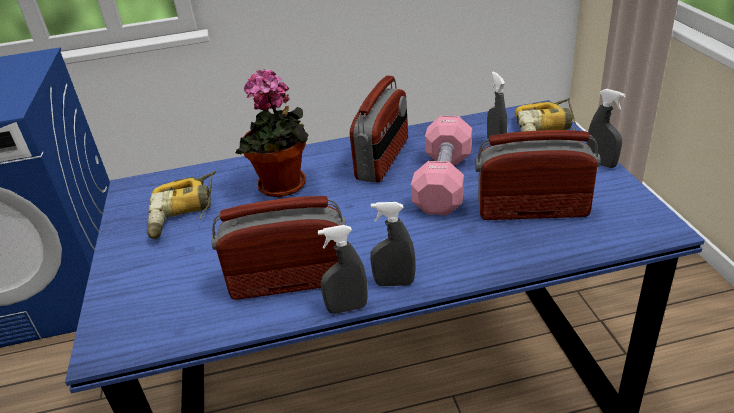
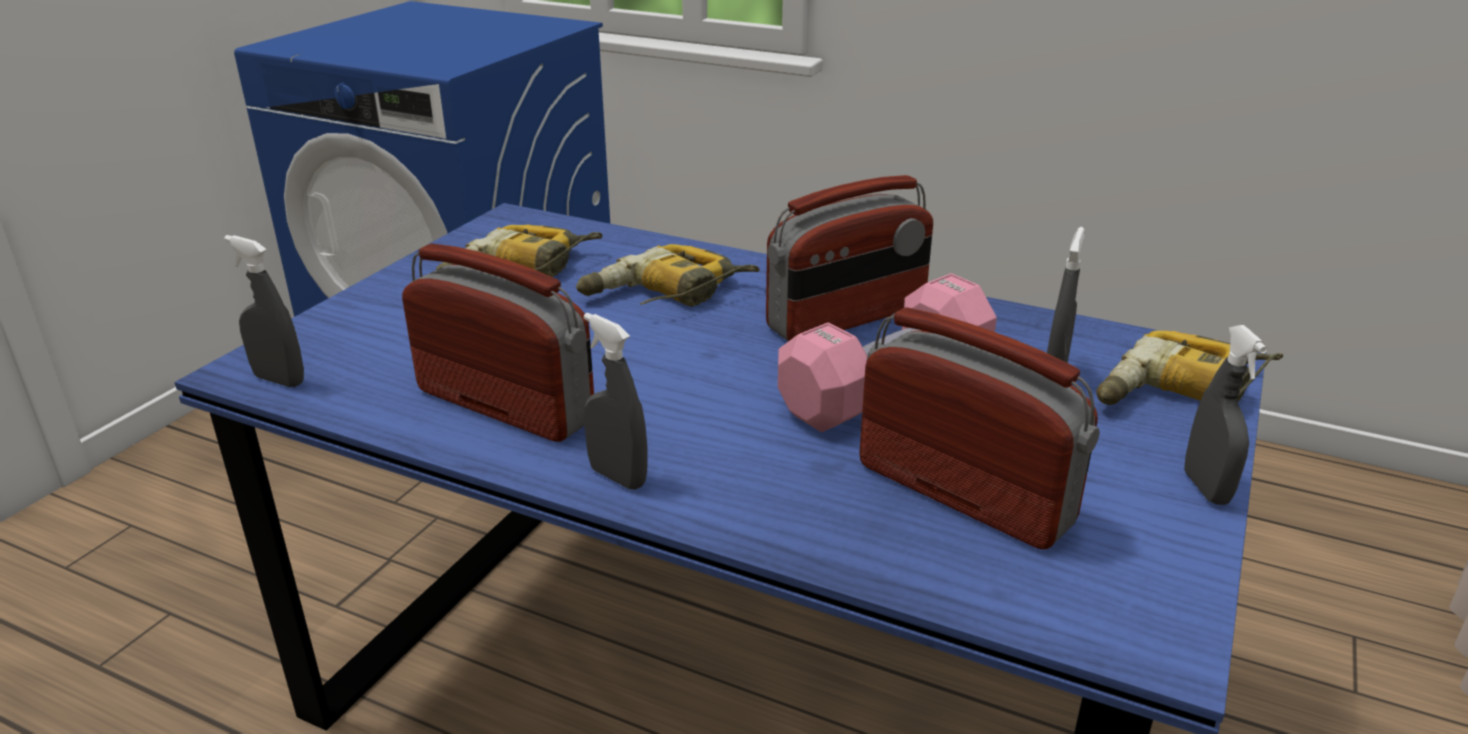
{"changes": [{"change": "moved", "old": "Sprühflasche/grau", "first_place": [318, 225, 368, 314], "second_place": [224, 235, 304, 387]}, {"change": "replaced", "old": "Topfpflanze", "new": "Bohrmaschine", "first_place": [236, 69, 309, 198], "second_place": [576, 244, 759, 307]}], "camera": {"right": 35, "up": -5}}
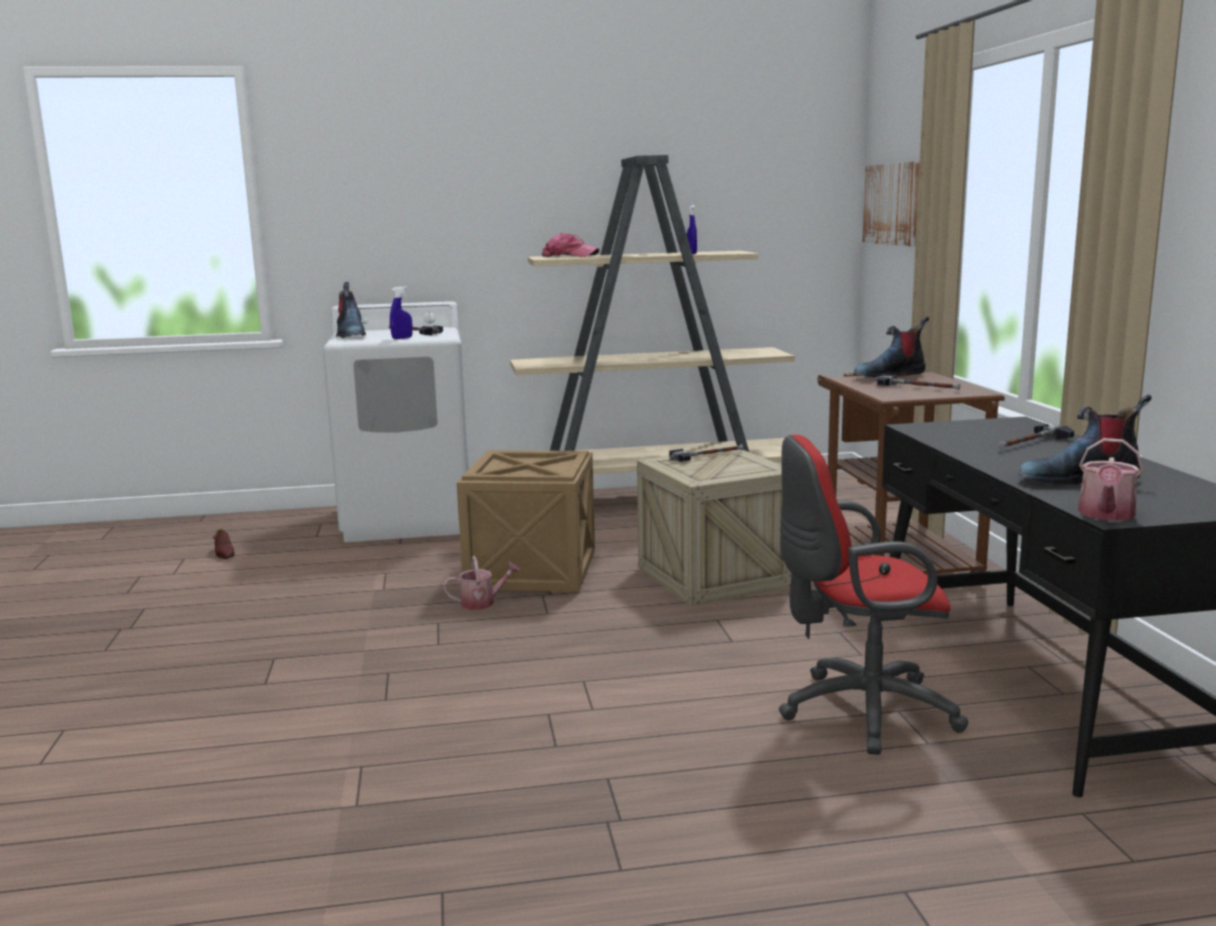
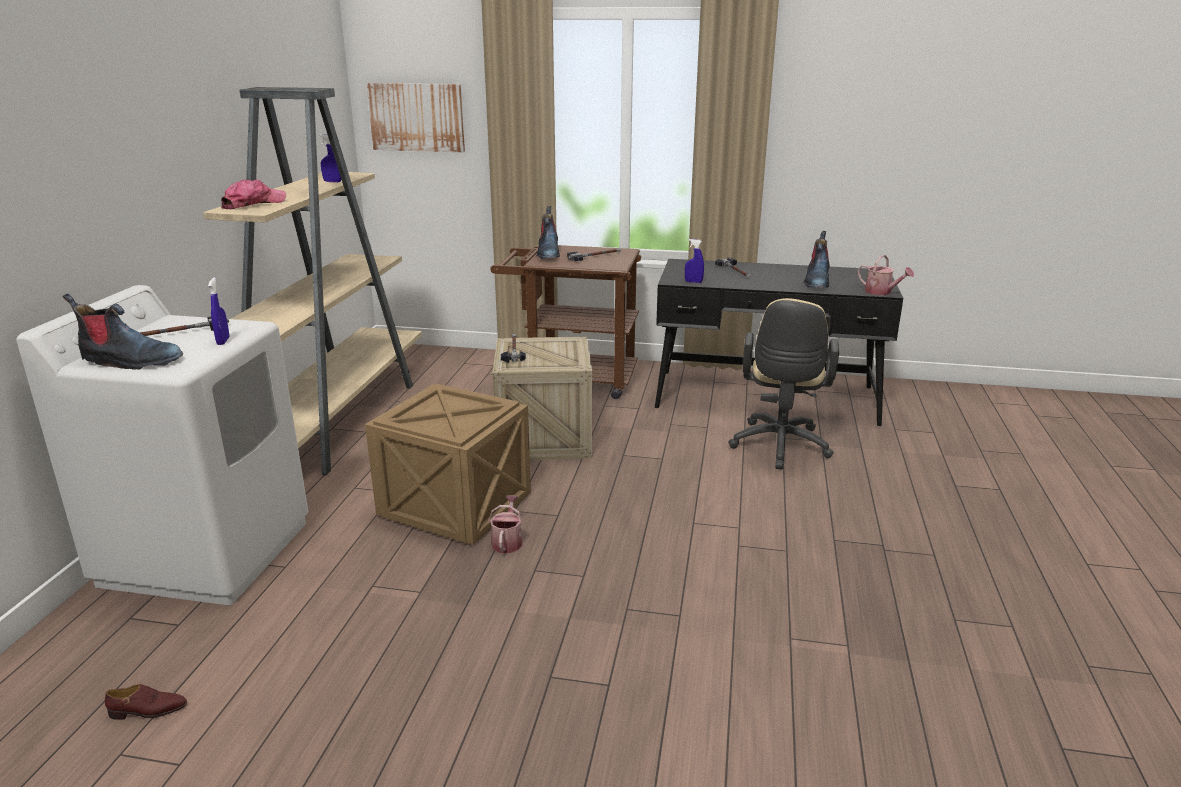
{"changes": [{"change": "added", "new": "Sprühflasche/blau", "second_place": [685, 239, 704, 283]}, {"change": "recoloured", "old": "Bürostuhl/rot", "new": "Bürostuhl/beige", "first_place": [779, 435, 968, 755], "second_place": [728, 298, 839, 470]}], "camera": {"right": -70, "up": 10}}
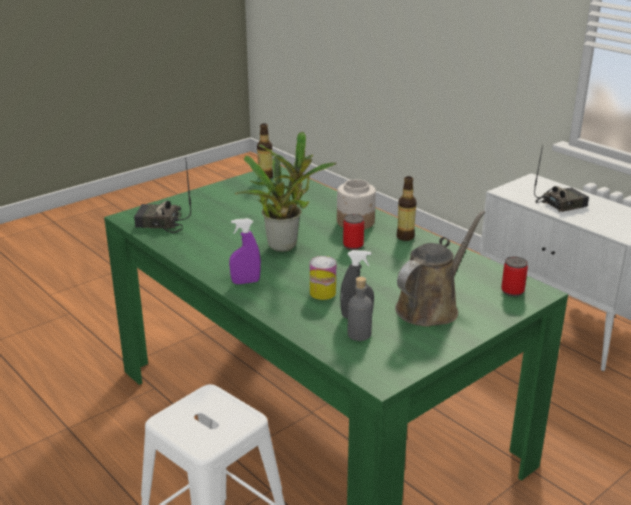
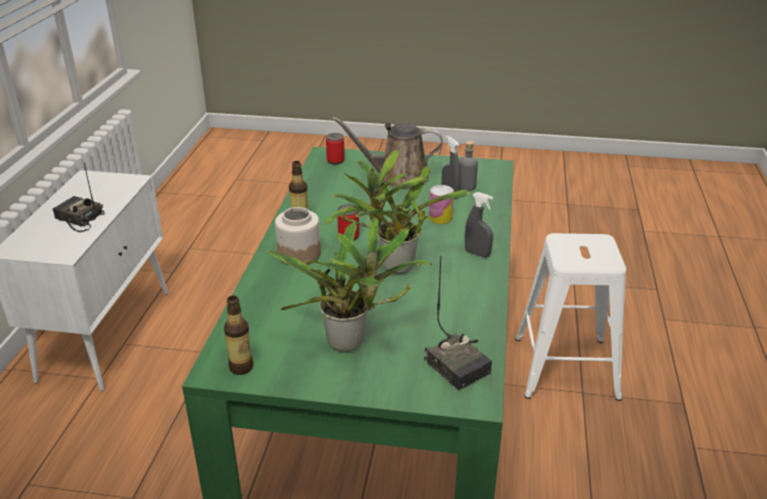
{"changes": [{"change": "added", "new": "Topfpflanze", "second_place": [266, 218, 433, 352]}, {"change": "recoloured", "old": "Sprühflasche/lila", "new": "Sprühflasche/grau", "first_place": [229, 218, 261, 284], "second_place": [465, 192, 493, 258]}], "camera": {"right": -130, "up": 5}}
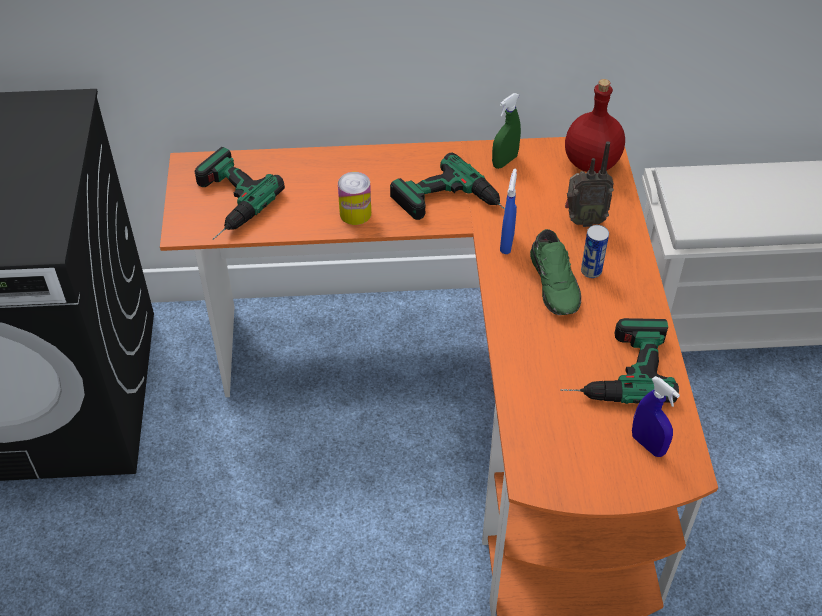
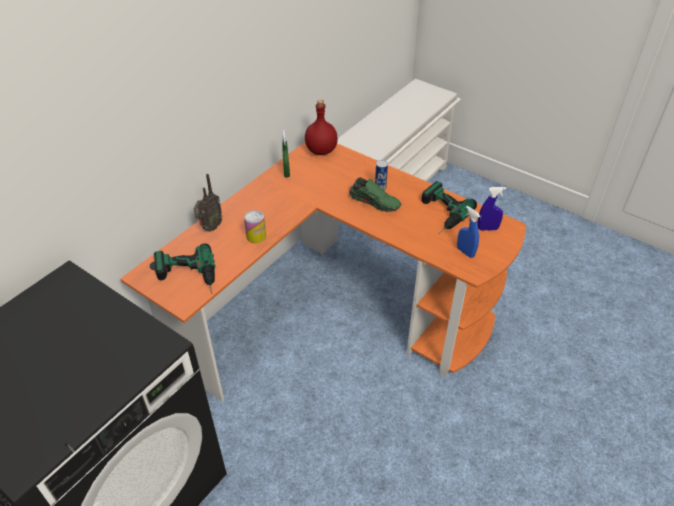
{"changes": [{"change": "moved", "old": "Radio", "first_place": [565, 141, 614, 227], "second_place": [194, 174, 223, 232]}, {"change": "moved", "old": "Sprühflasche/blau", "first_place": [500, 169, 517, 254], "second_place": [457, 206, 480, 258]}, {"change": "removed", "old": "Bohrmaschine", "first_place": [390, 152, 505, 220]}], "camera": {"right": -50, "up": -5}}
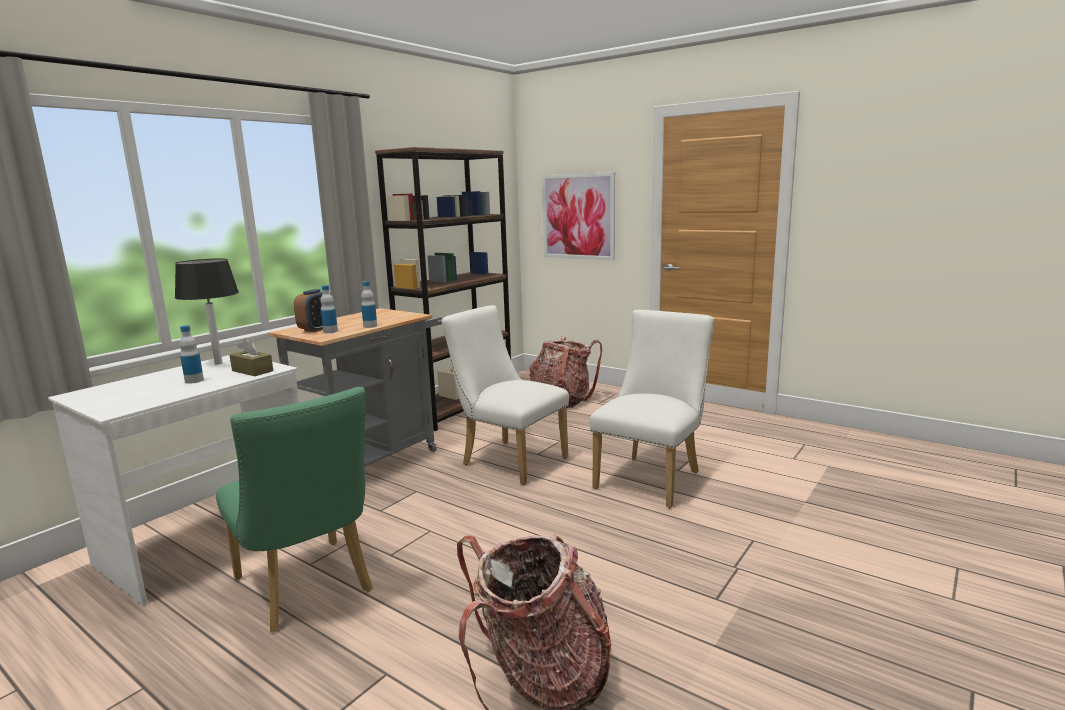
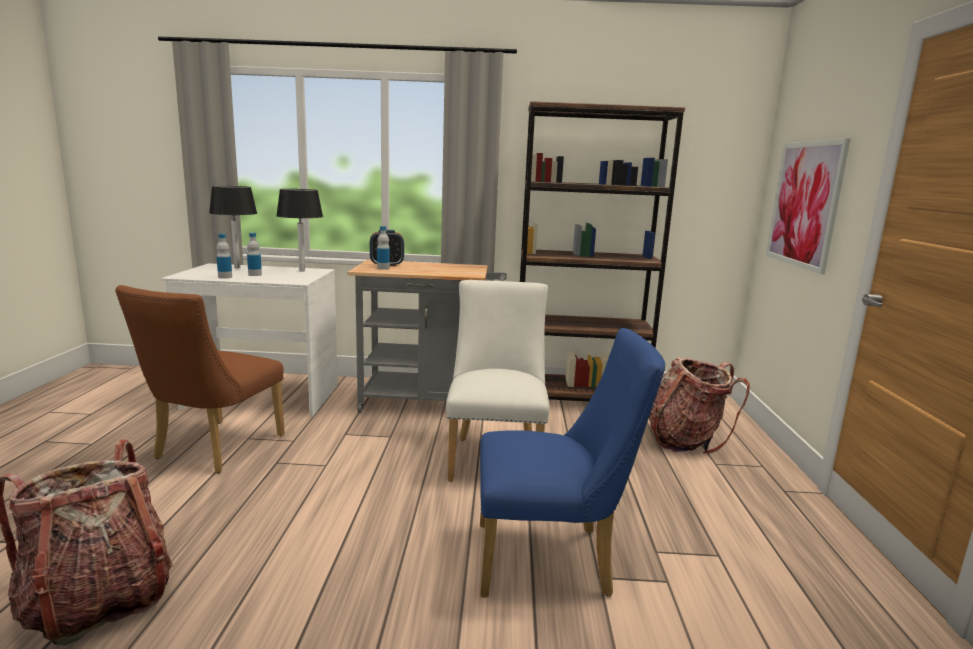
{"changes": [{"change": "recoloured", "old": "Stuhl/grün", "new": "Stuhl/braun", "first_place": [216, 387, 373, 632], "second_place": [115, 285, 285, 473]}, {"change": "added", "new": "Tischlampe/schwarz", "second_place": [209, 186, 257, 268]}, {"change": "moved", "old": "Flasche", "first_place": [361, 281, 377, 328], "second_place": [216, 234, 232, 279]}, {"change": "recoloured", "old": "Stuhl/weiß", "new": "Stuhl/blau", "first_place": [590, 310, 714, 508], "second_place": [480, 328, 665, 598]}, {"change": "removed", "old": "Taschentuchbox/braun", "first_place": [230, 339, 273, 376]}], "camera": {"right": 55, "up": 0}}
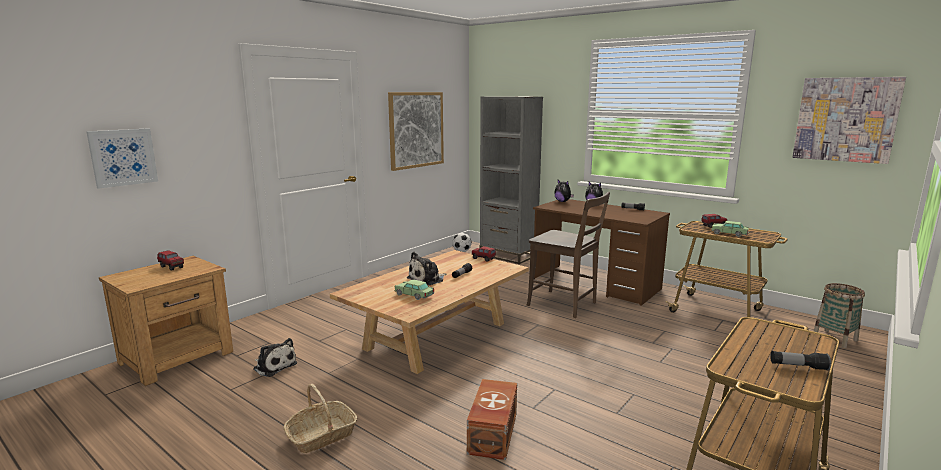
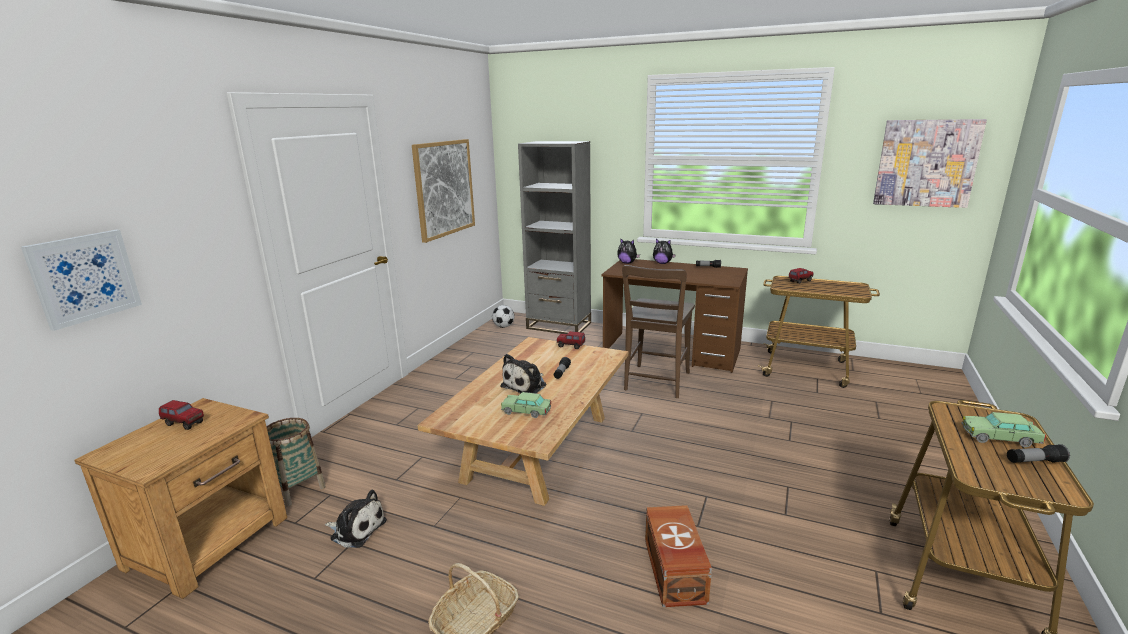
{"changes": [{"change": "moved", "old": "Korb", "first_place": [814, 283, 865, 348], "second_place": [266, 418, 326, 507]}, {"change": "turned", "old": "Stuhl/braun", "first_place": [527, 192, 610, 318], "second_place": [622, 265, 695, 398], "degrees": 90}, {"change": "moved", "old": "Spielzeugauto", "first_place": [711, 221, 749, 237], "second_place": [961, 412, 1046, 447]}], "camera": {"right": -15, "up": 5}}
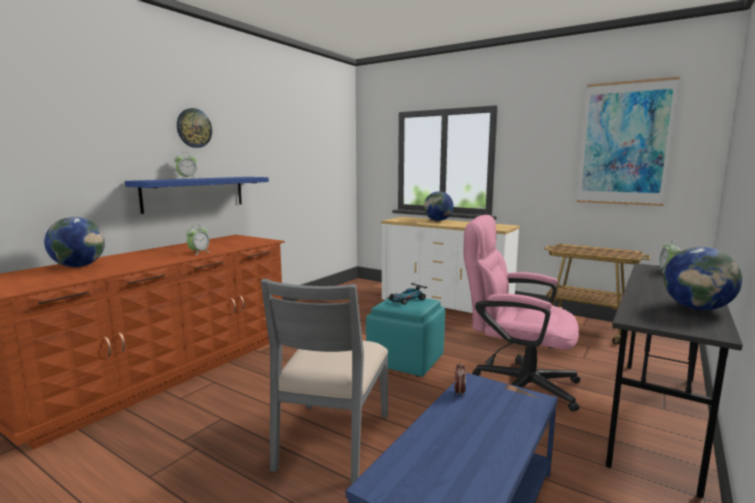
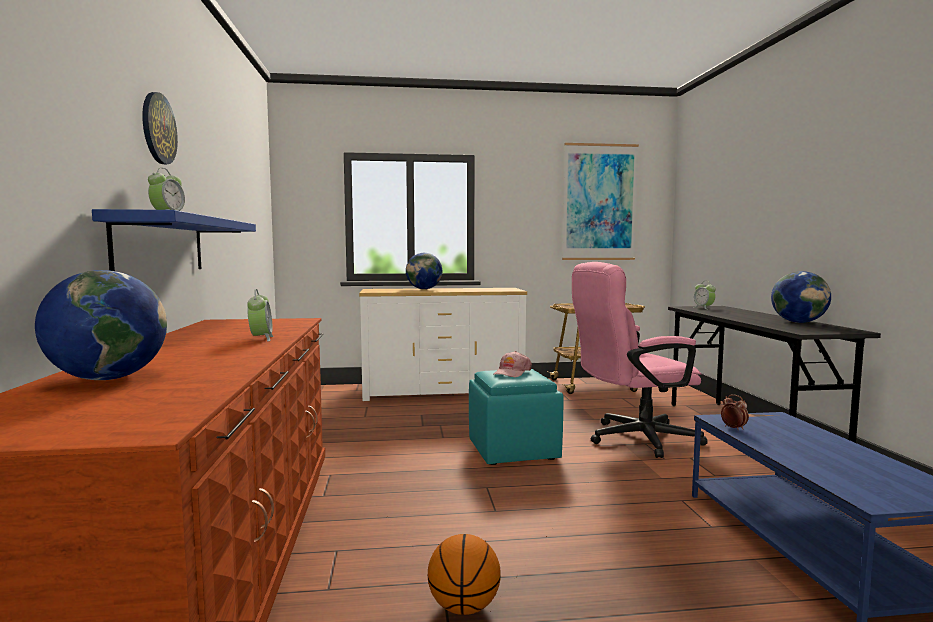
{"changes": [{"change": "added", "new": "Basketball", "second_place": [428, 534, 500, 615]}, {"change": "replaced", "old": "Spielzeugauto", "new": "Kappe/rosa", "first_place": [388, 283, 427, 305], "second_place": [493, 351, 532, 377]}, {"change": "removed", "old": "Stuhl/grau", "first_place": [261, 279, 388, 484]}], "camera": {"right": -40, "up": -5}}
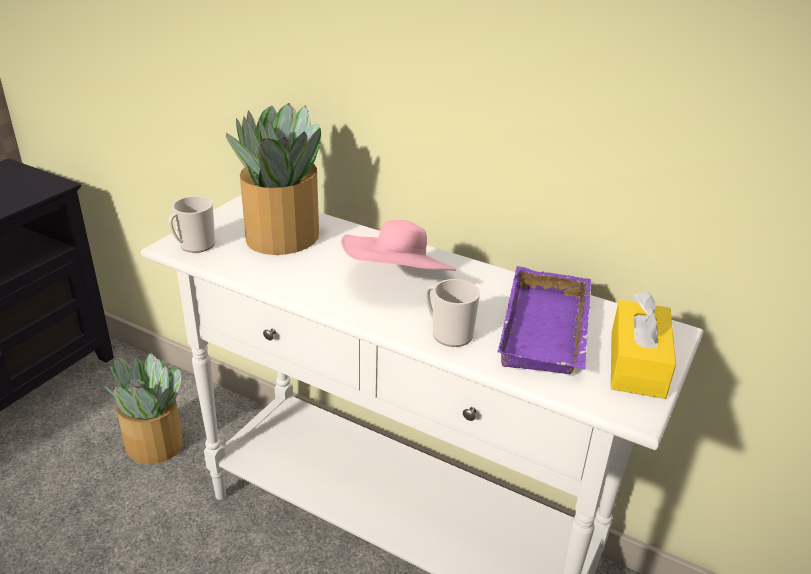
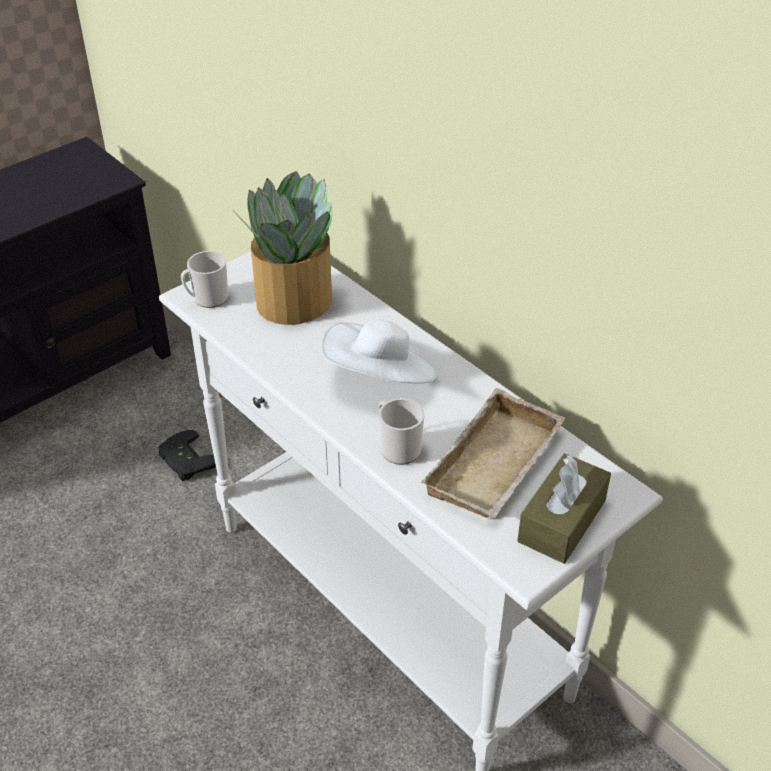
{"changes": [{"change": "replaced", "old": "Topfpflanze", "new": "Gamepad/schwarz", "first_place": [99, 353, 183, 464], "second_place": [158, 430, 216, 481]}, {"change": "recoloured", "old": "Hut/rosa", "new": "Hut/weiß", "first_place": [341, 220, 456, 271], "second_place": [321, 319, 438, 384]}, {"change": "recoloured", "old": "Tablett/lila", "new": "Tablett/beige", "first_place": [498, 266, 591, 374], "second_place": [421, 388, 565, 519]}, {"change": "recoloured", "old": "Taschentuchbox/gelb", "new": "Taschentuchbox/braun", "first_place": [611, 292, 676, 399], "second_place": [517, 453, 611, 564]}], "camera": {"right": 20, "up": 10}}
